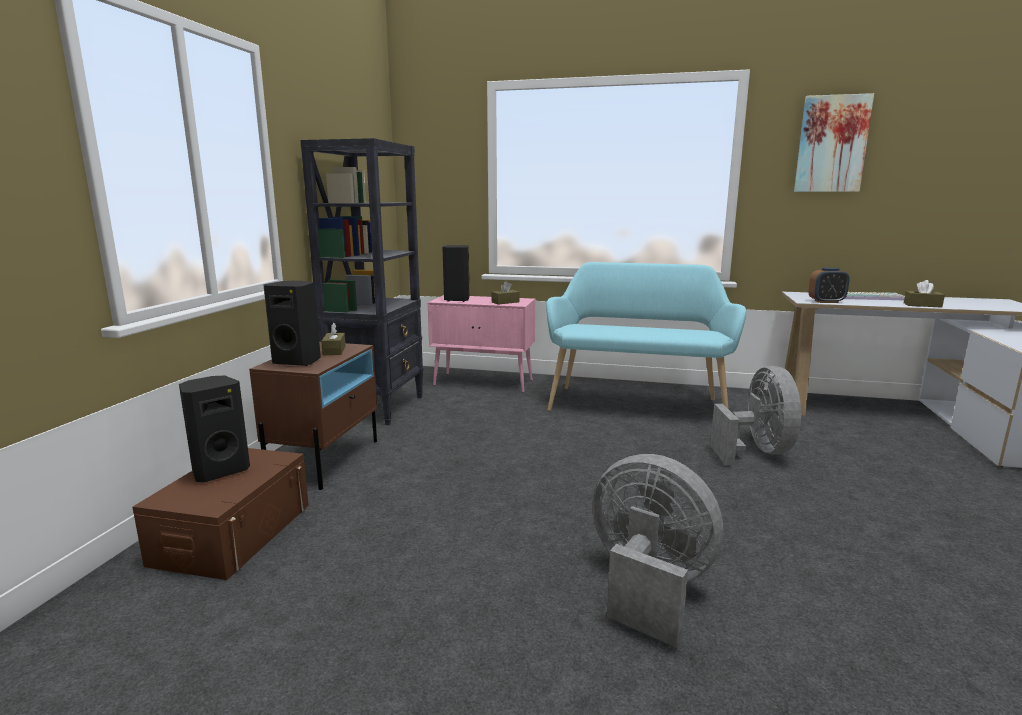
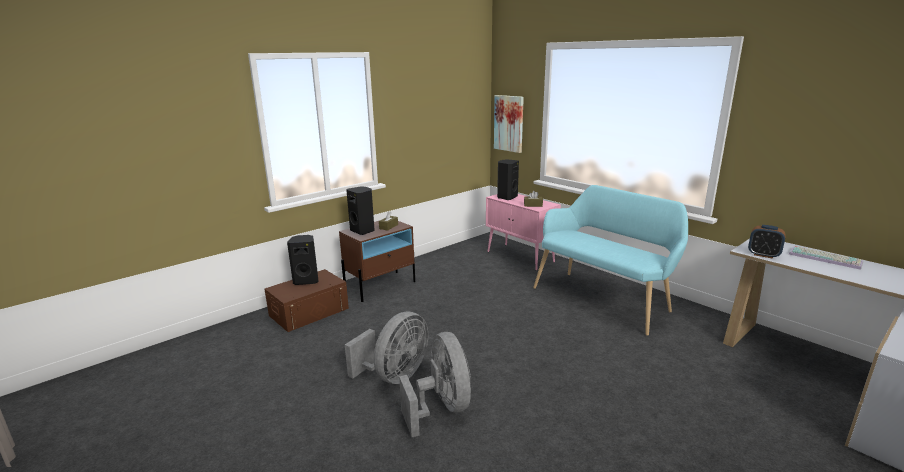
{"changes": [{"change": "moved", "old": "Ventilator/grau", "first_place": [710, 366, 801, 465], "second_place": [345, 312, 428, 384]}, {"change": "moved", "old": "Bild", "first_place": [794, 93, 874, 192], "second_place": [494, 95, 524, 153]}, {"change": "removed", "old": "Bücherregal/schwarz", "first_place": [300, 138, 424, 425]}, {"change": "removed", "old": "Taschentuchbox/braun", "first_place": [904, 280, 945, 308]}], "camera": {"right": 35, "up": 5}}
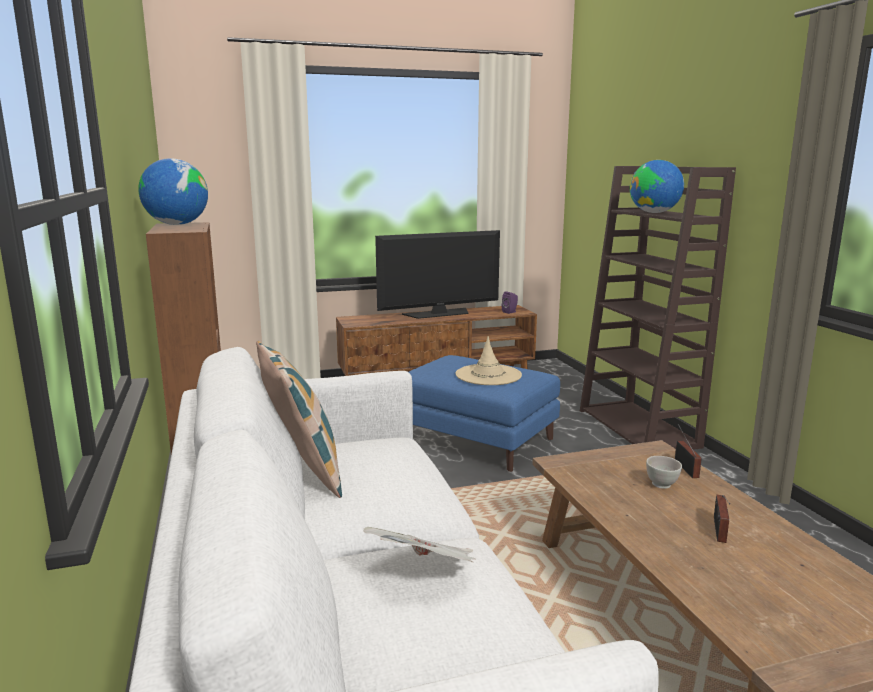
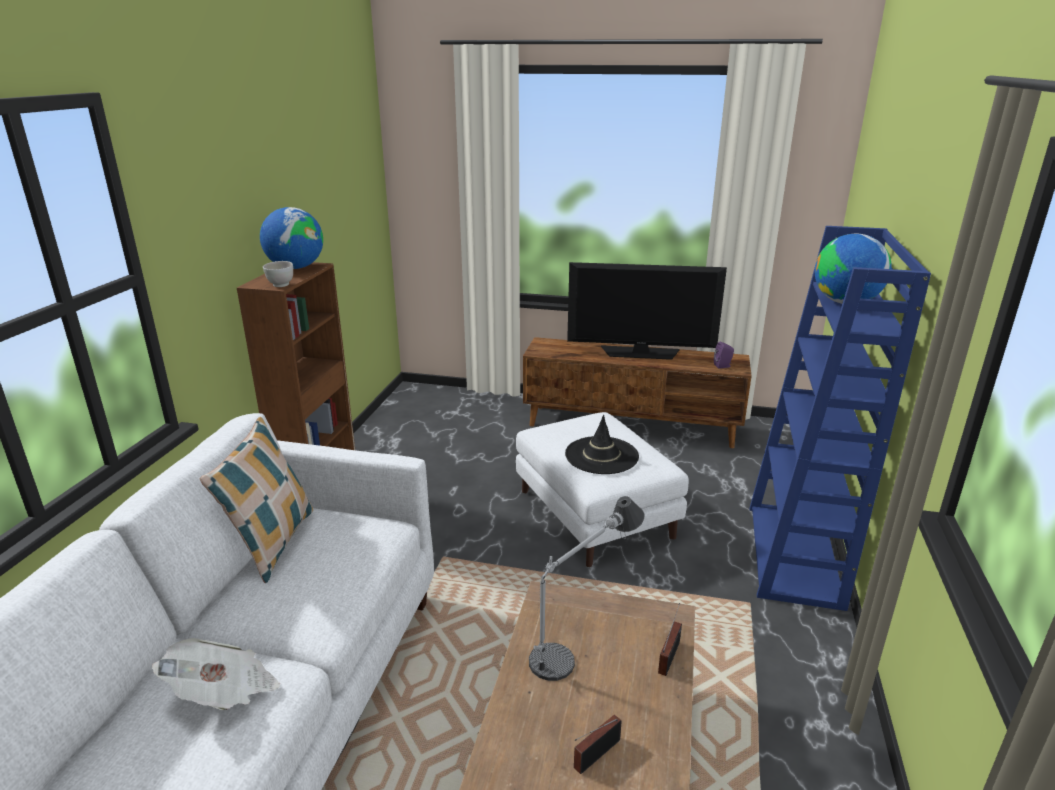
{"changes": [{"change": "moved", "old": "Schüssel/weiß", "first_place": [646, 456, 682, 489], "second_place": [263, 261, 293, 287]}, {"change": "recoloured", "old": "Polsterhocker/blau", "new": "Polsterhocker/weiß", "first_place": [409, 355, 560, 472], "second_place": [516, 412, 689, 567]}, {"change": "added", "new": "Tischlampe", "second_place": [529, 496, 644, 681]}, {"change": "recoloured", "old": "Hut/beige", "new": "Hut/schwarz", "first_place": [456, 336, 522, 385], "second_place": [565, 415, 639, 474]}, {"change": "recoloured", "old": "Bücherregal/braun", "new": "Bücherregal/blau", "first_place": [580, 166, 736, 450], "second_place": [749, 226, 931, 611]}], "camera": {"right": 30, "up": 10}}
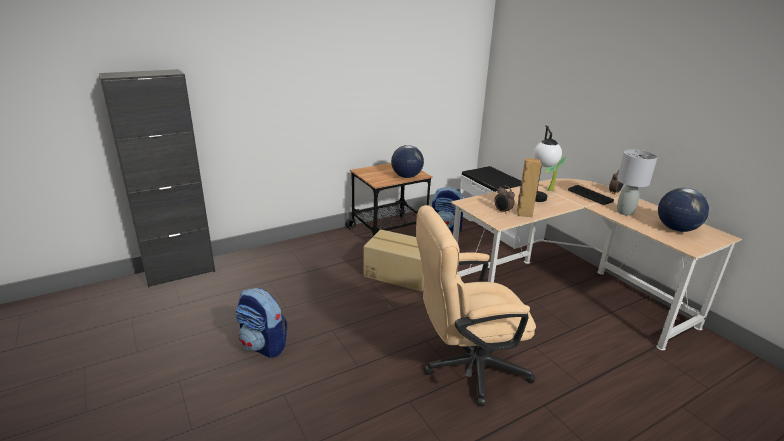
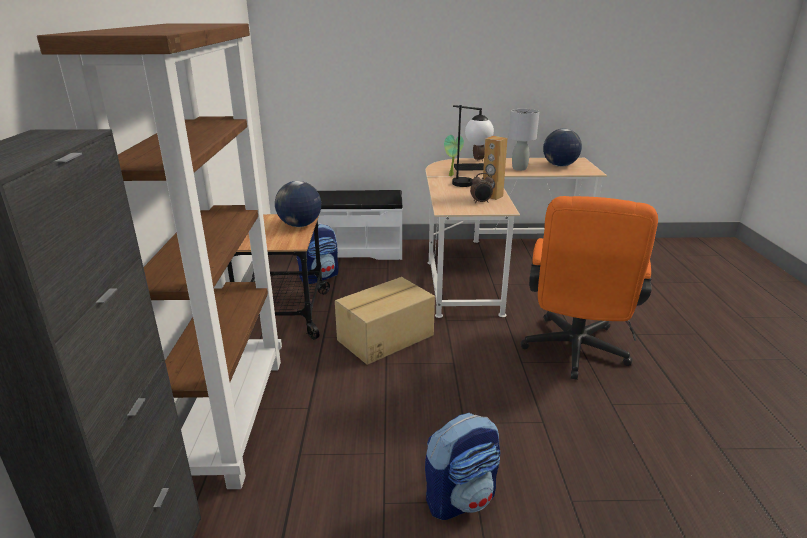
{"changes": [{"change": "added", "new": "Bücherregal/braun", "second_place": [37, 23, 282, 489]}, {"change": "recoloured", "old": "Bürostuhl/beige", "new": "Bürostuhl/orange", "first_place": [416, 205, 536, 406], "second_place": [520, 196, 658, 380]}], "camera": {"right": -60, "up": 0}}
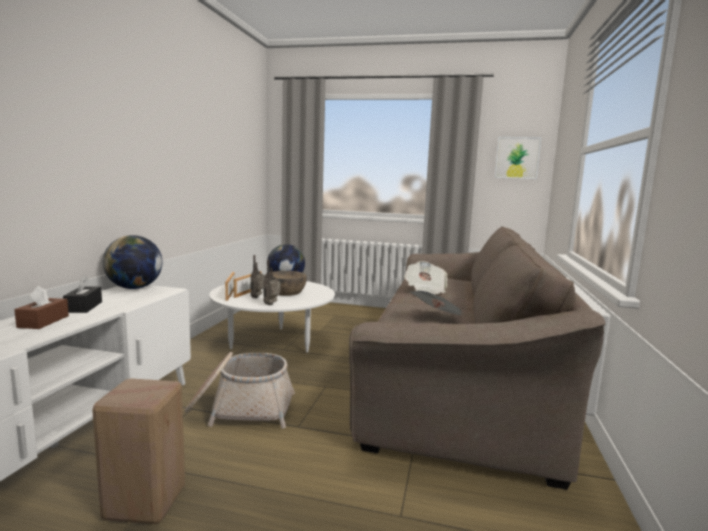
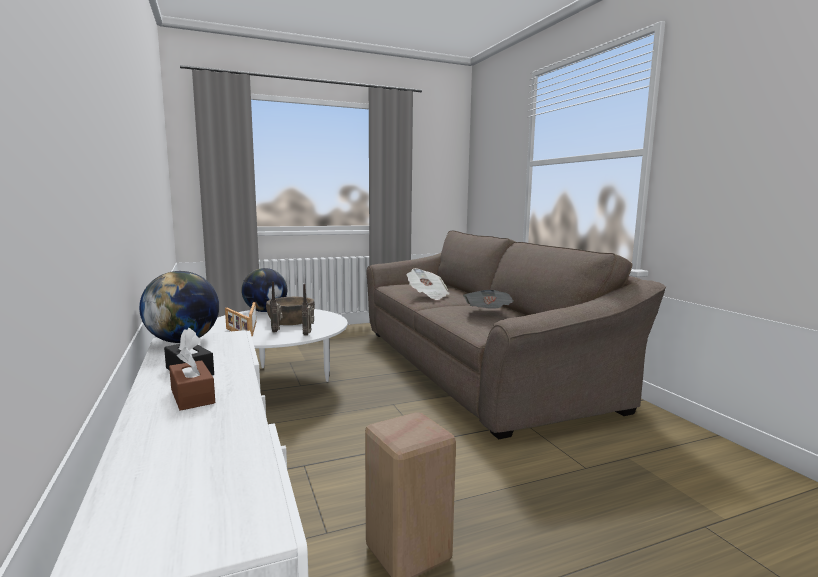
{"changes": [{"change": "removed", "old": "Korb", "first_place": [184, 352, 295, 429]}, {"change": "removed", "old": "Bild", "first_place": [495, 137, 542, 179]}], "camera": {"right": -35, "up": 0}}
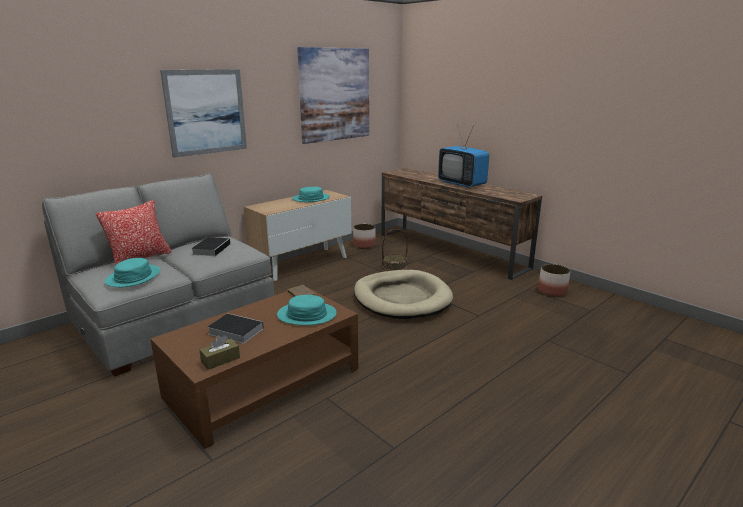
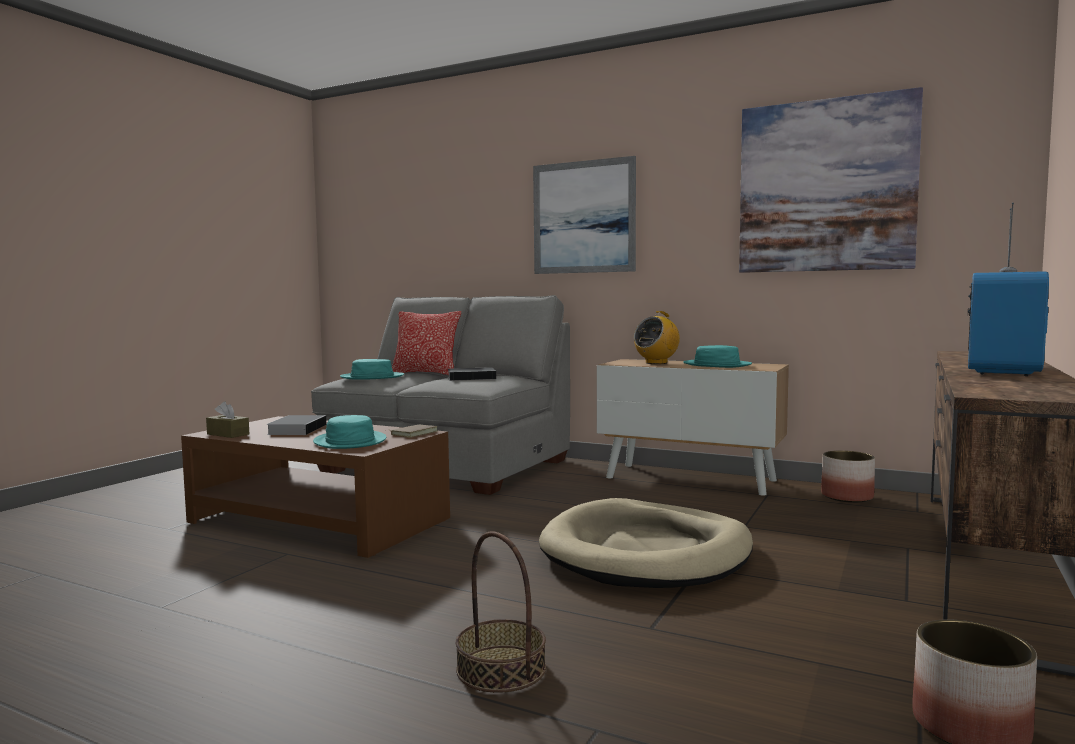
{"changes": [{"change": "moved", "old": "Korb", "first_place": [382, 229, 408, 271], "second_place": [456, 532, 546, 693]}, {"change": "added", "new": "Radio", "second_place": [634, 311, 680, 364]}], "camera": {"right": 70, "up": -15}}
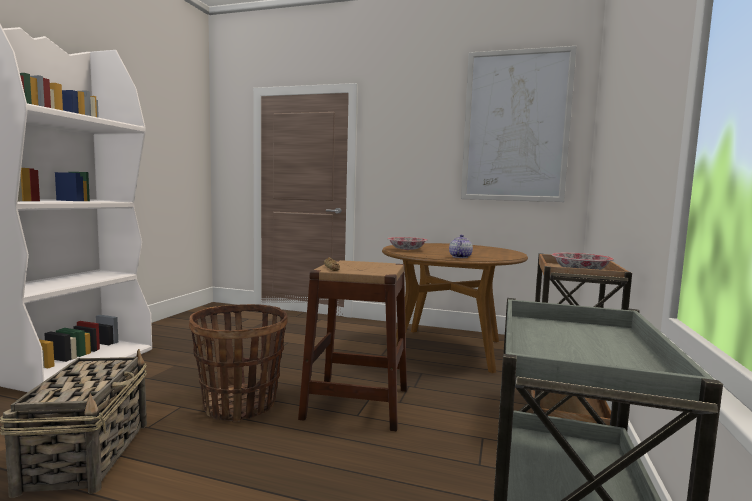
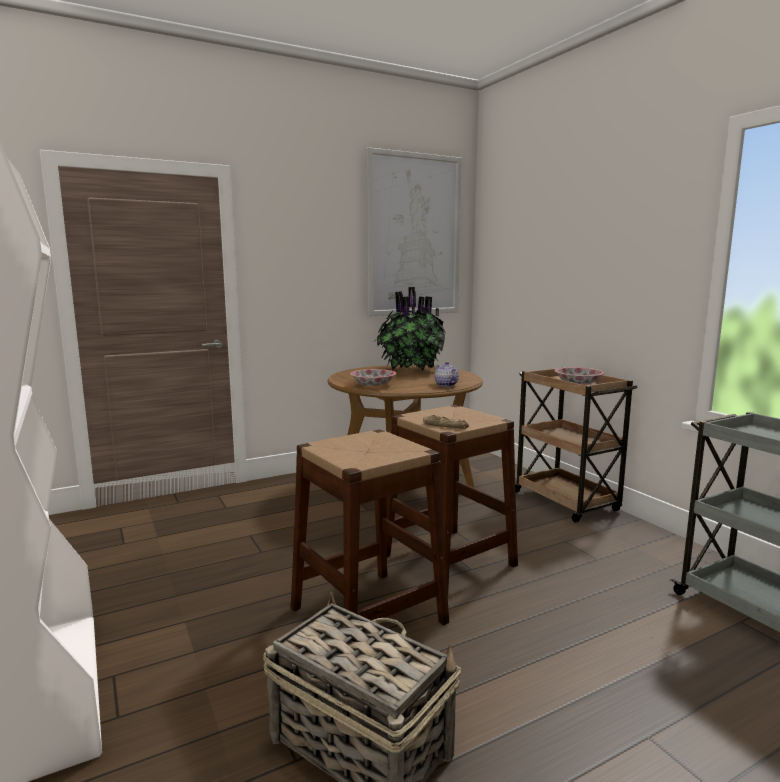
{"changes": [{"change": "replaced", "old": "Korb", "new": "Hocker/braun", "first_place": [189, 304, 287, 422], "second_place": [291, 430, 449, 625]}, {"change": "added", "new": "Topfpflanze", "second_place": [373, 287, 446, 371]}], "camera": {"right": -45, "up": 5}}
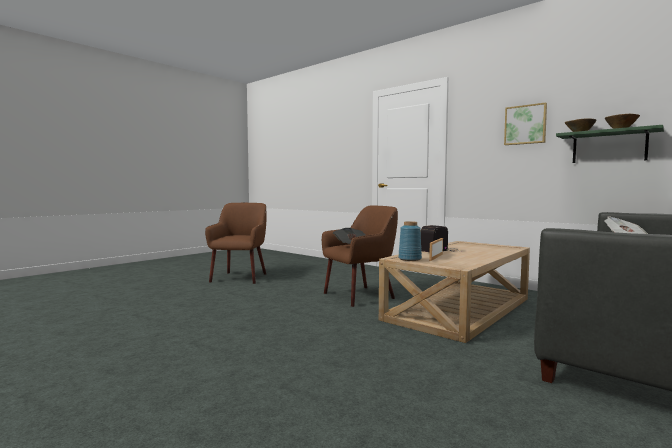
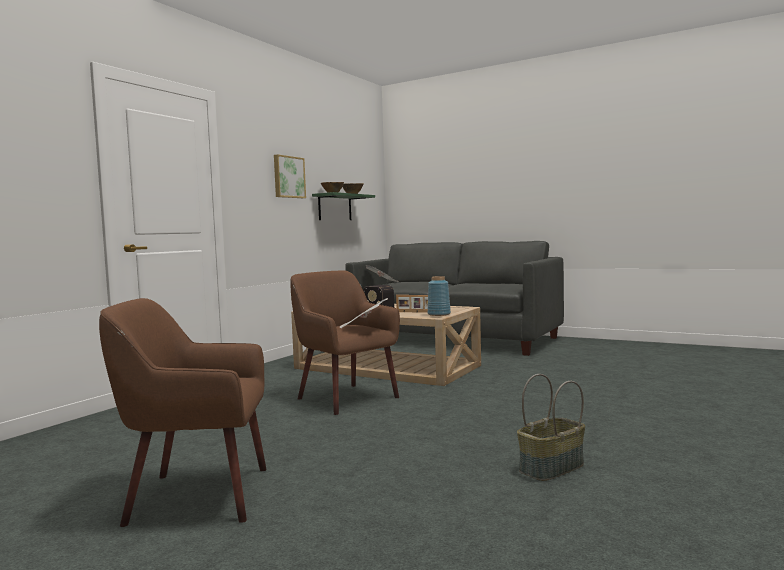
{"changes": [{"change": "added", "new": "Korb", "second_place": [517, 374, 585, 481]}], "camera": {"right": -100, "up": 0}}
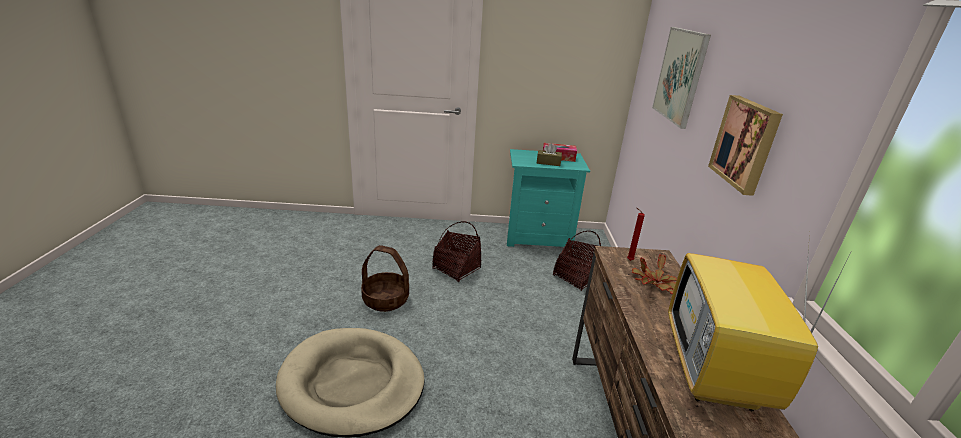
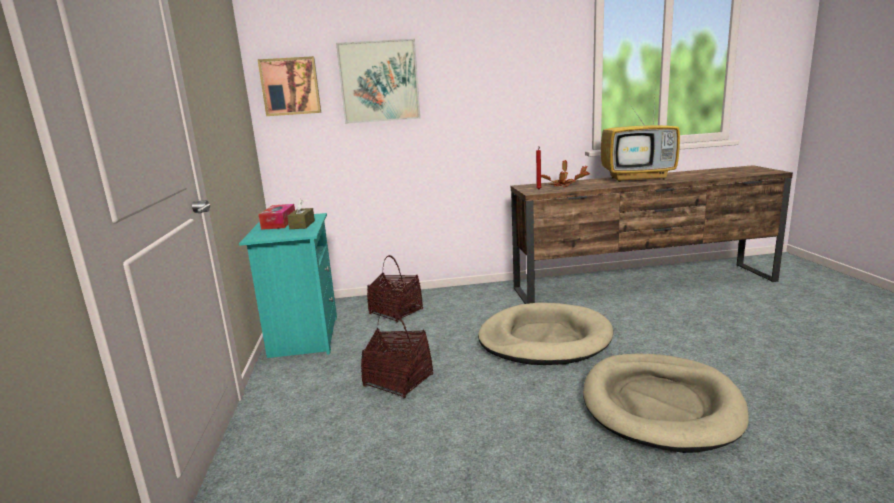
{"changes": [{"change": "moved", "old": "Bild", "first_place": [708, 95, 783, 196], "second_place": [257, 56, 321, 116]}, {"change": "added", "new": "Hundebett/beige", "second_place": [478, 303, 613, 365]}, {"change": "removed", "old": "Korb", "first_place": [361, 245, 409, 312]}], "camera": {"right": -95, "up": -10}}
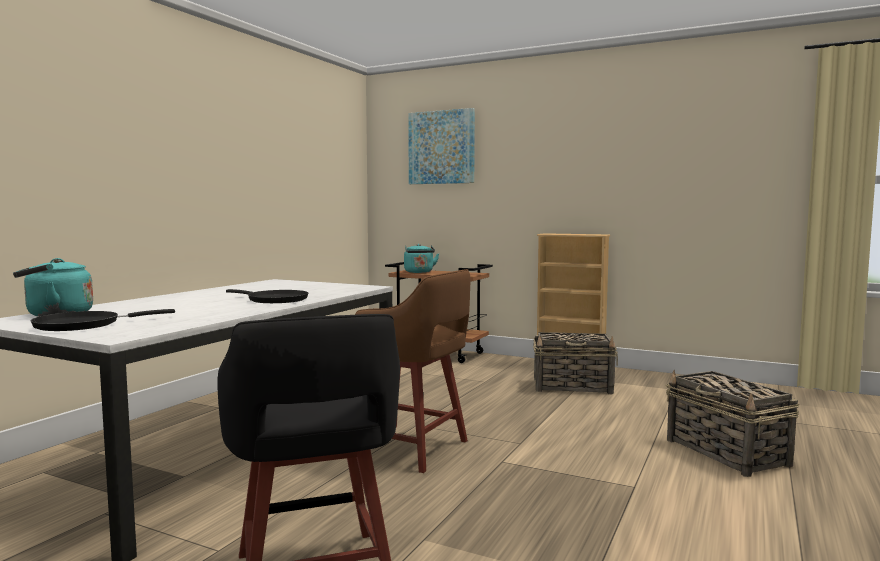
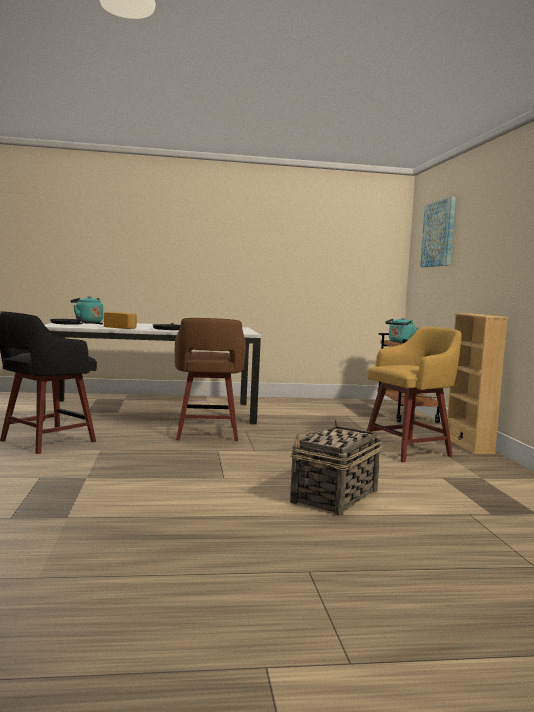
{"changes": [{"change": "added", "new": "Brot", "second_place": [104, 312, 137, 329]}, {"change": "replaced", "old": "Korb", "new": "Hocker/gelb", "first_place": [533, 332, 618, 394], "second_place": [367, 327, 462, 462]}], "camera": {"right": 55, "up": 0}}
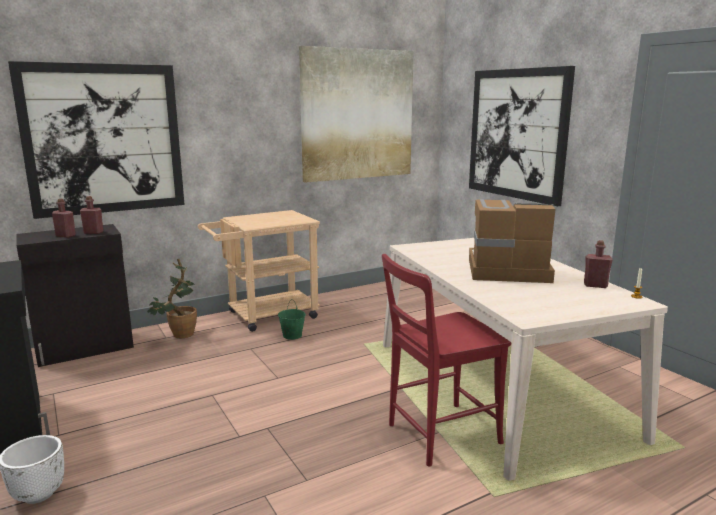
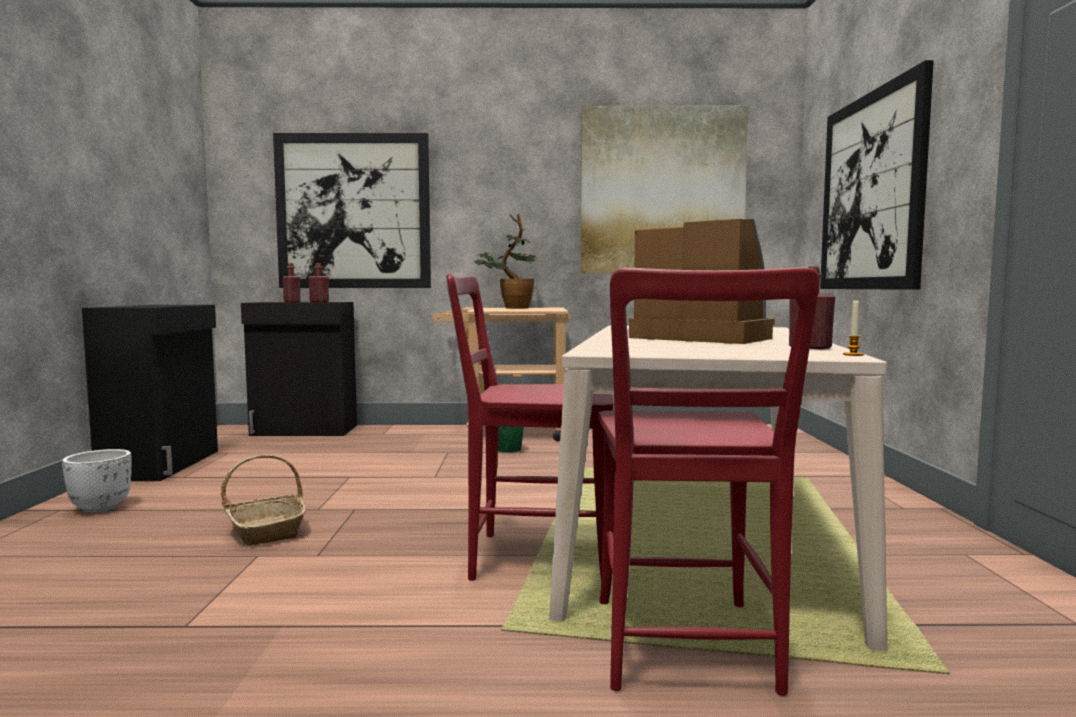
{"changes": [{"change": "added", "new": "Korb", "second_place": [221, 455, 306, 546]}, {"change": "moved", "old": "Topfpflanze", "first_place": [147, 259, 197, 338], "second_place": [474, 214, 538, 309]}, {"change": "added", "new": "Stuhl/rot", "second_place": [598, 267, 820, 696]}], "camera": {"right": 30, "up": -10}}
